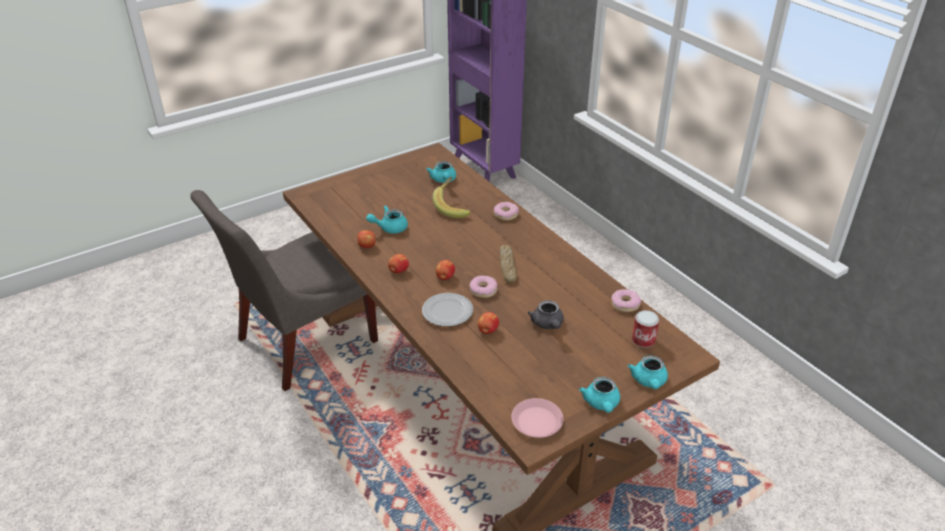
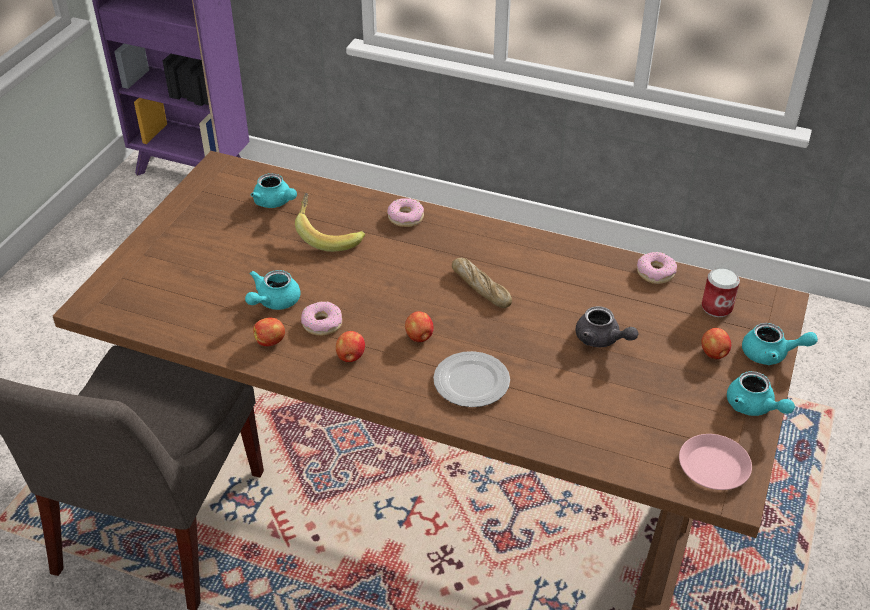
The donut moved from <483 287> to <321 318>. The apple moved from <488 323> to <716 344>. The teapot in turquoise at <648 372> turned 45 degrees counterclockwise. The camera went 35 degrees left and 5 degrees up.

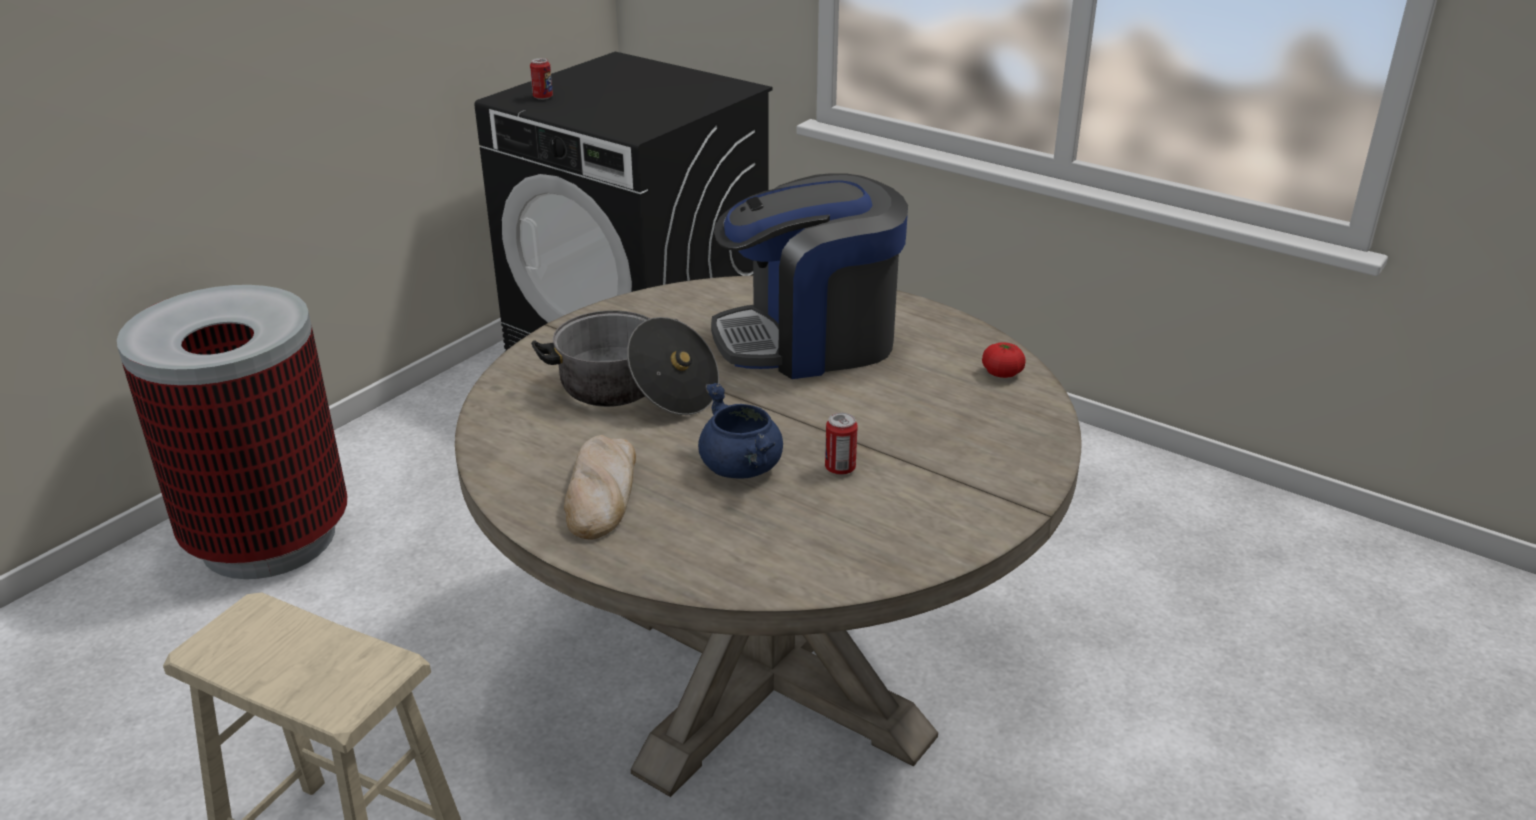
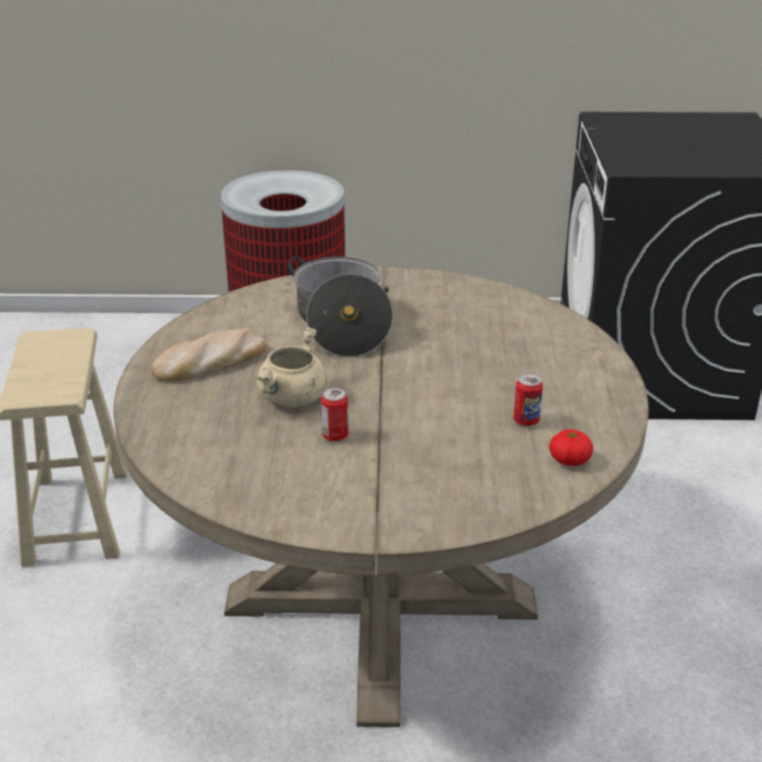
The can moved from <541 79> to <528 400>. The coffee machine at <809 276> disappeared. The cooking pot in blue at <740 431> became the cooking pot in beige at <291 367>. The camera went 55 degrees right and 0 degrees up.

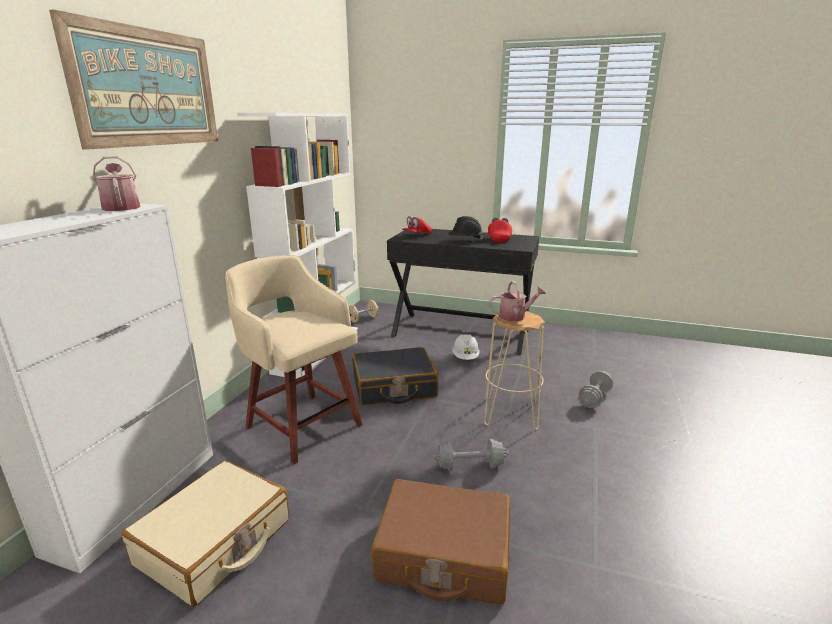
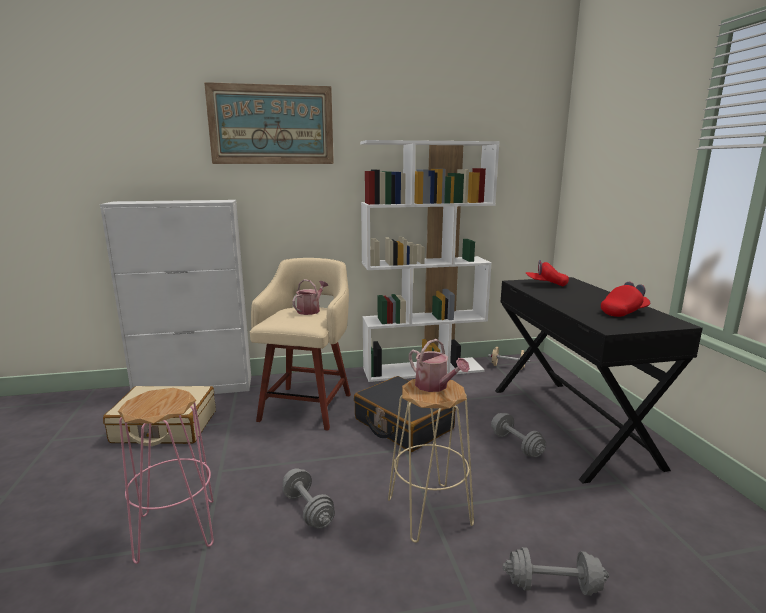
The watering can moved from <116 183> to <310 297>. The hard hat in black at <465 228> disappeared. The hard hat in white at <466 347> was replaced by the dumbbell in grey at <518 435>. The suitcase in brown at <440 542> was replaced by the stool in pink at <166 476>. The camera went 60 degrees right and 5 degrees down.

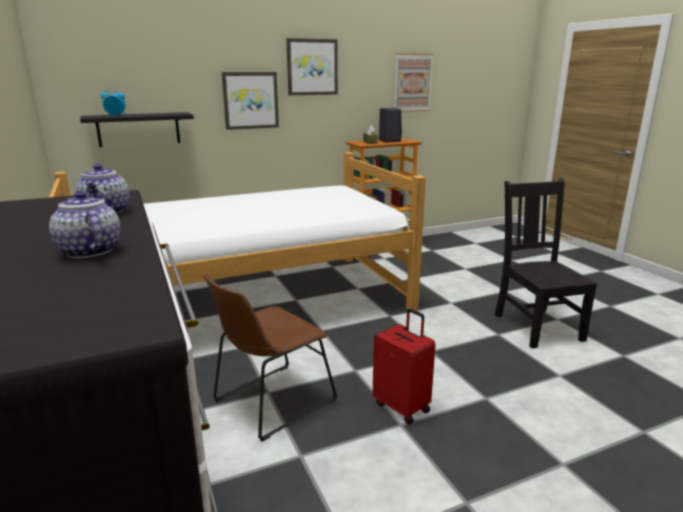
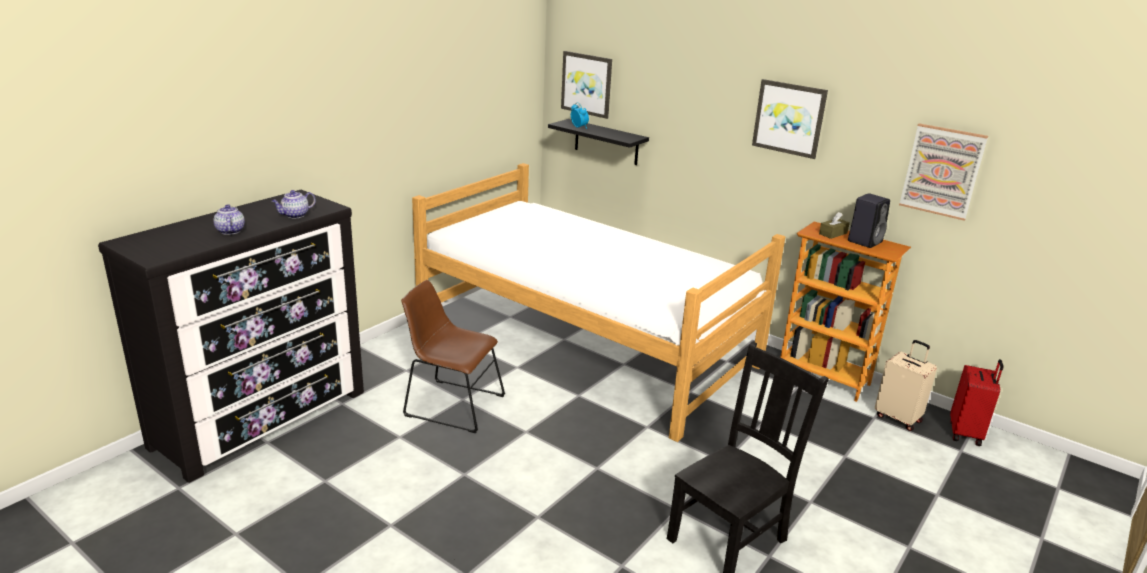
The picture moved from <250 101> to <586 85>. The teapot at <85 224> turned 45 degrees counterclockwise. The suitcase in red moved from <404 366> to <976 402>. The suitcase in beige at <906 385> appeared. The camera went 60 degrees right and 5 degrees up.

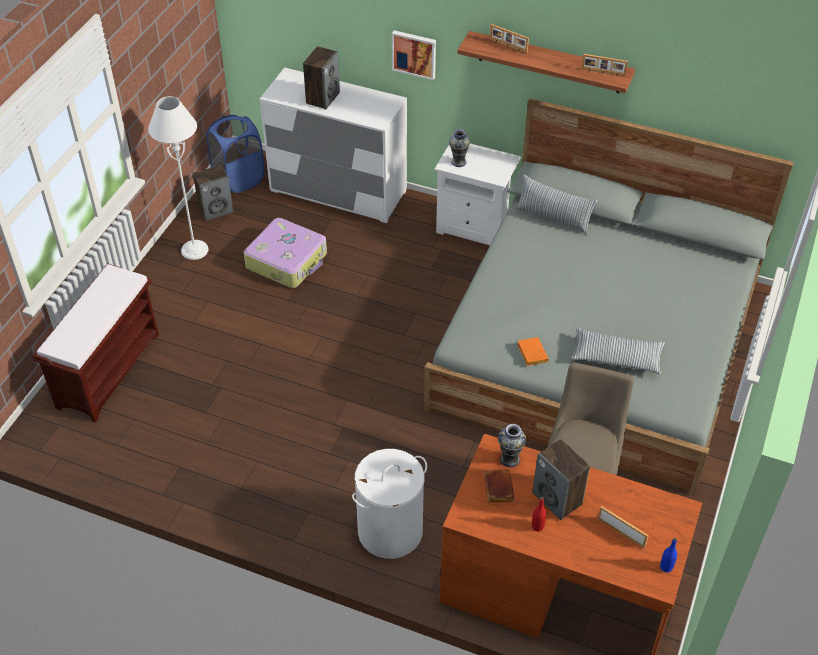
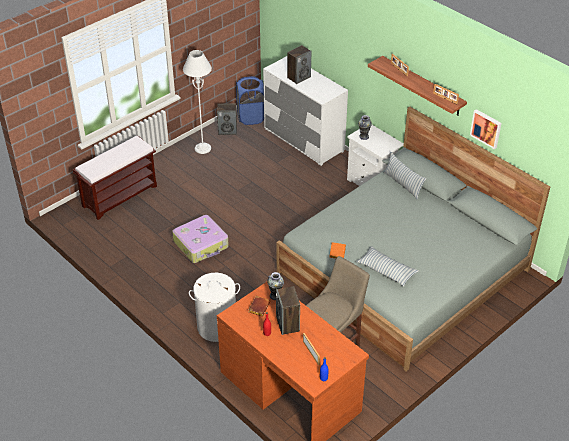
The picture moved from <414 55> to <485 129>. The suitcase moved from <285 253> to <200 239>. The camera went 25 degrees right and 5 degrees down.

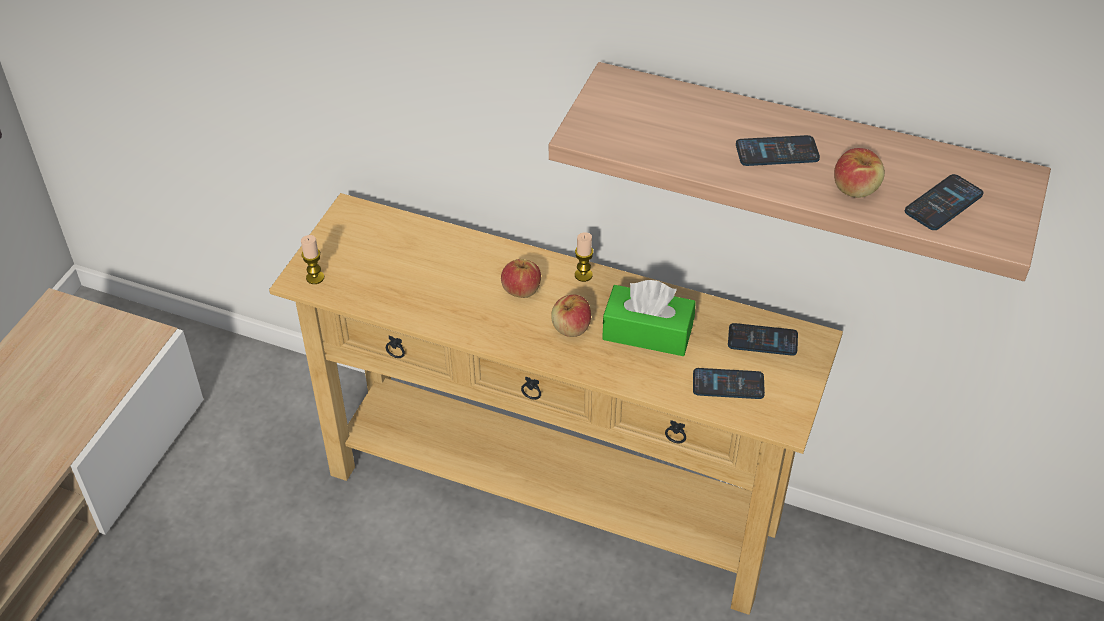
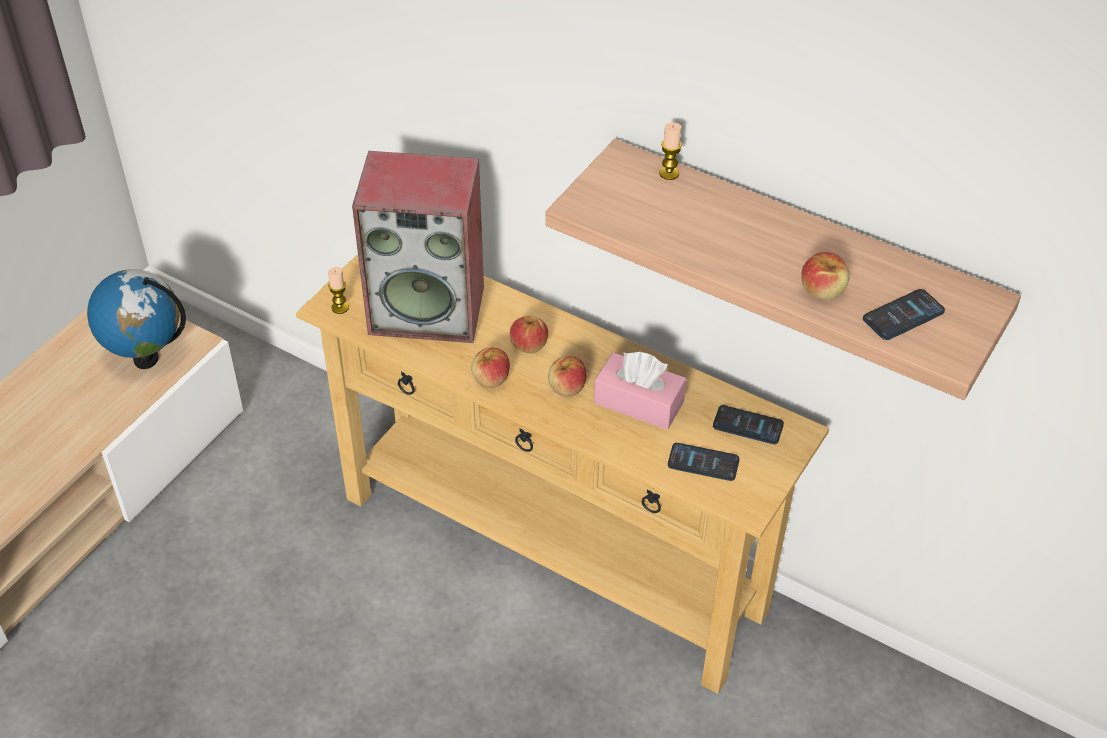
The phone at <778 150> disappeared. The candle moved from <584 257> to <670 151>. The tissue box in green at <649 318> became the tissue box in pink at <640 391>. The speaker at <418 247> appeared. The globe at <136 319> appeared. The apple at <490 368> appeared. The camera went 10 degrees right and 0 degrees up.

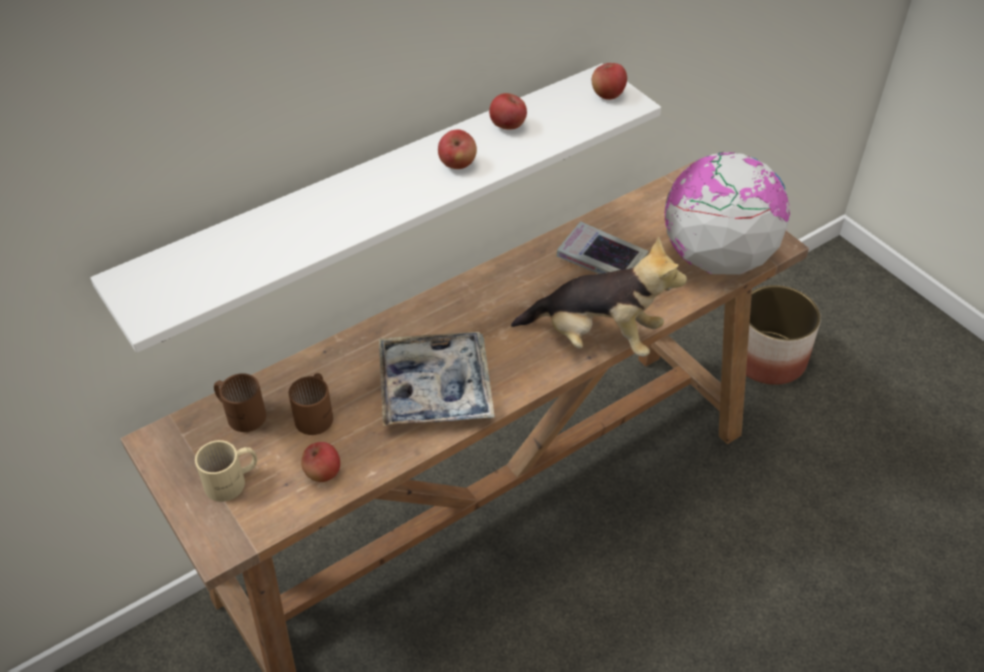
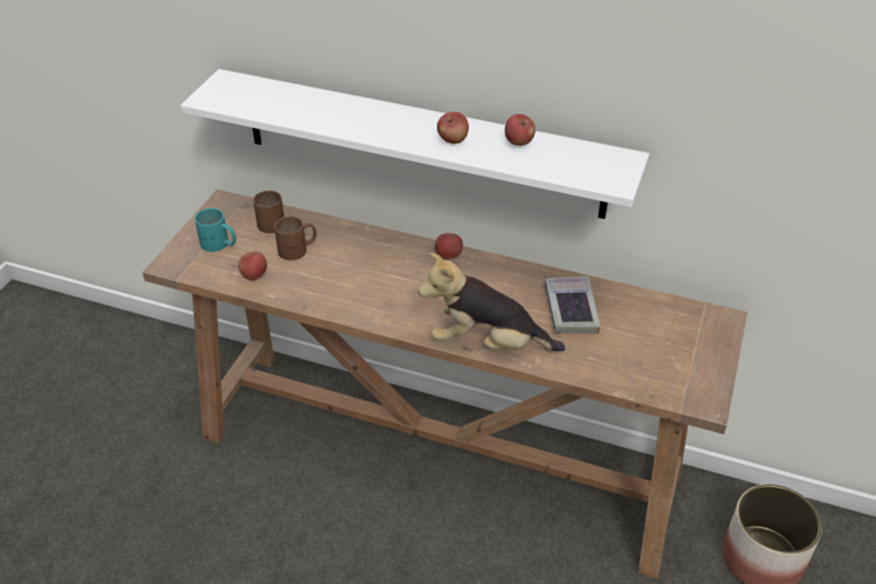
The apple moved from <609 81> to <449 246>. The globe at <727 213> disappeared. The plush toy at <599 296> turned 120 degrees clockwise. The tray at <437 379> disappeared. The mug in beige at <226 471> became the mug in turquoise at <215 230>. The camera went 55 degrees right and 5 degrees down.

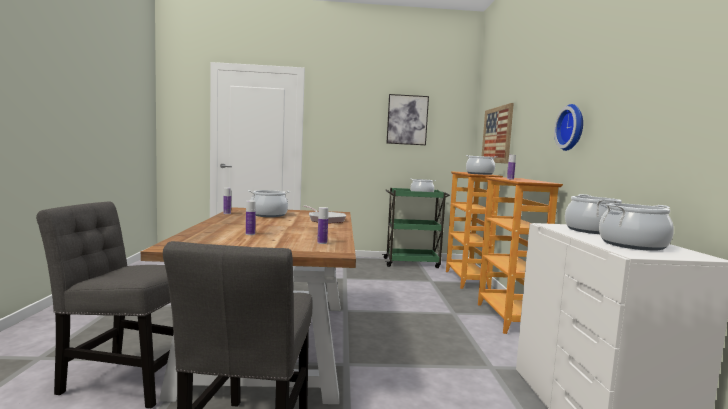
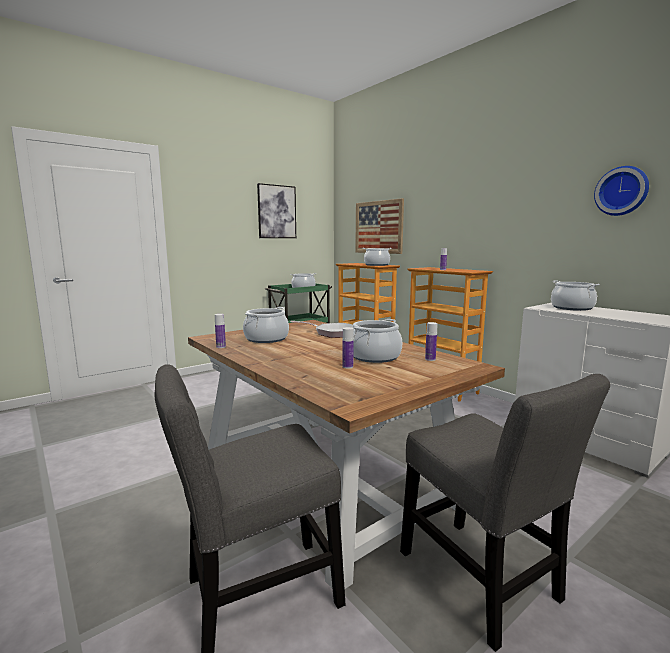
The wall clock moved from <568 127> to <621 191>. The cooking pot moved from <636 227> to <377 341>. The camera went 35 degrees left and 5 degrees up.

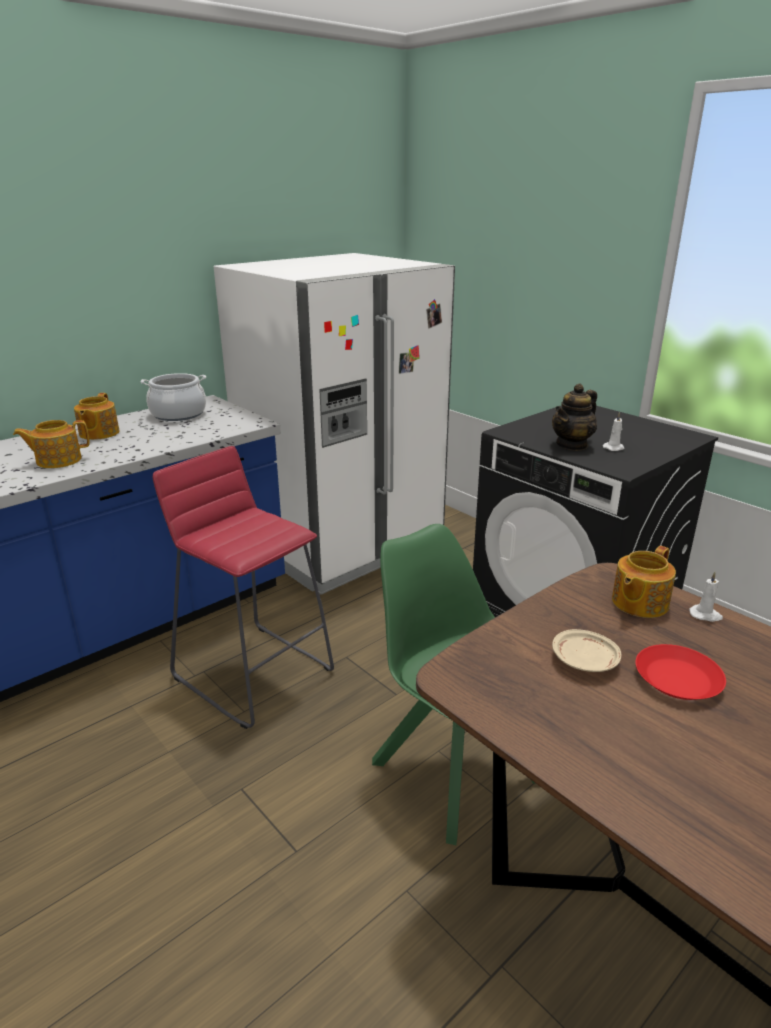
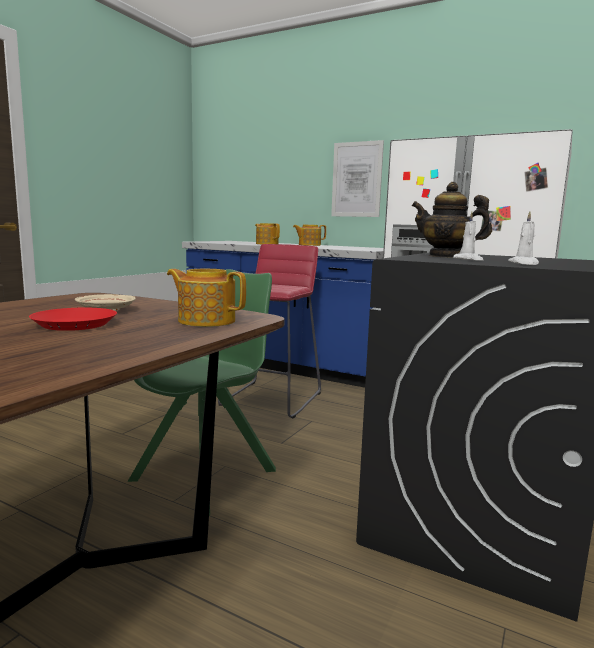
The cooking pot at <173 397> disappeared. The candle in white moved from <706 597> to <523 238>. The picture at <357 178> appeared. The camera went 70 degrees right and 15 degrees down.

